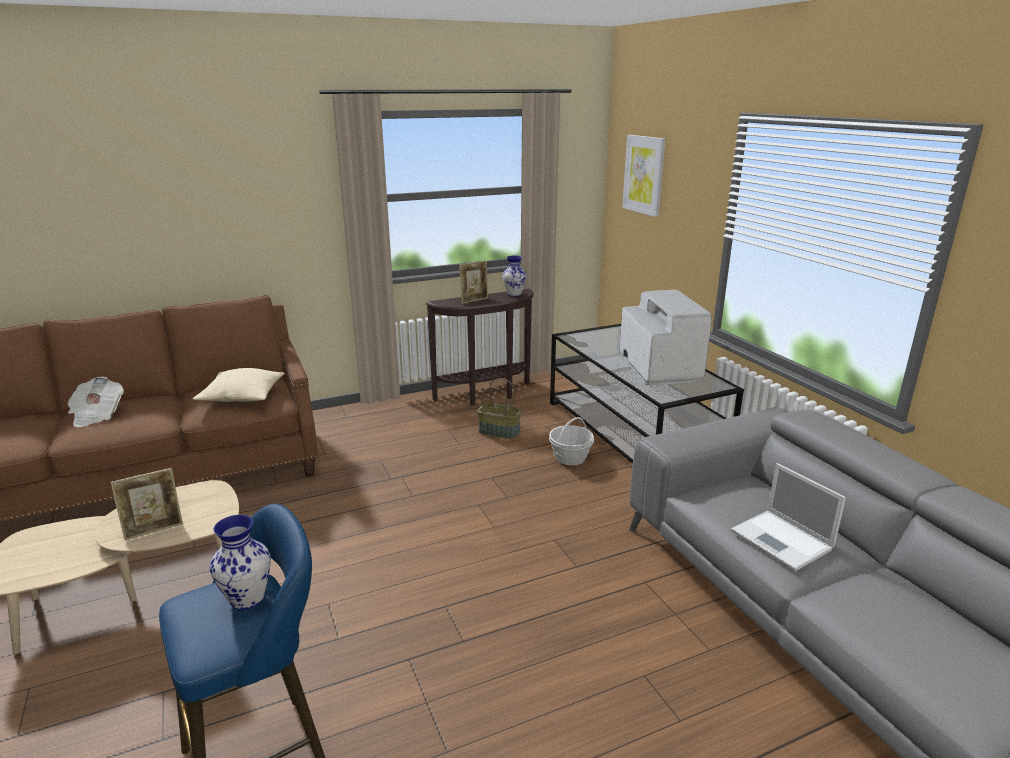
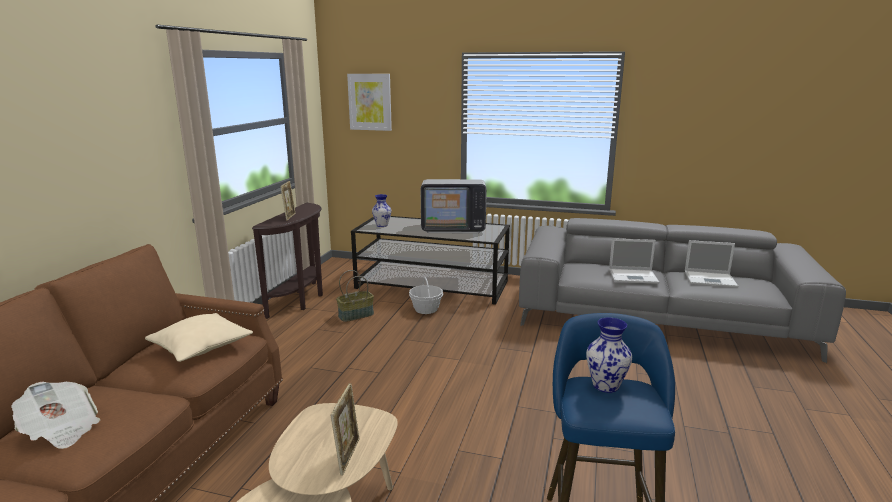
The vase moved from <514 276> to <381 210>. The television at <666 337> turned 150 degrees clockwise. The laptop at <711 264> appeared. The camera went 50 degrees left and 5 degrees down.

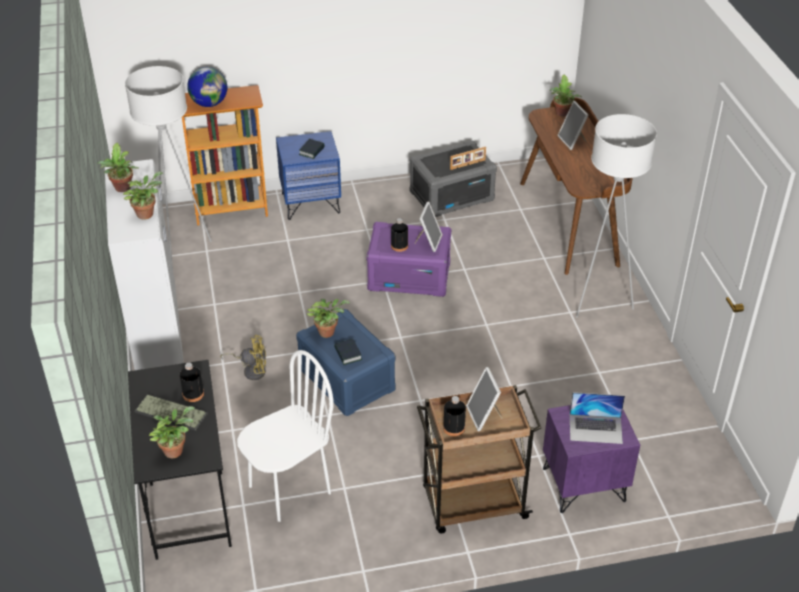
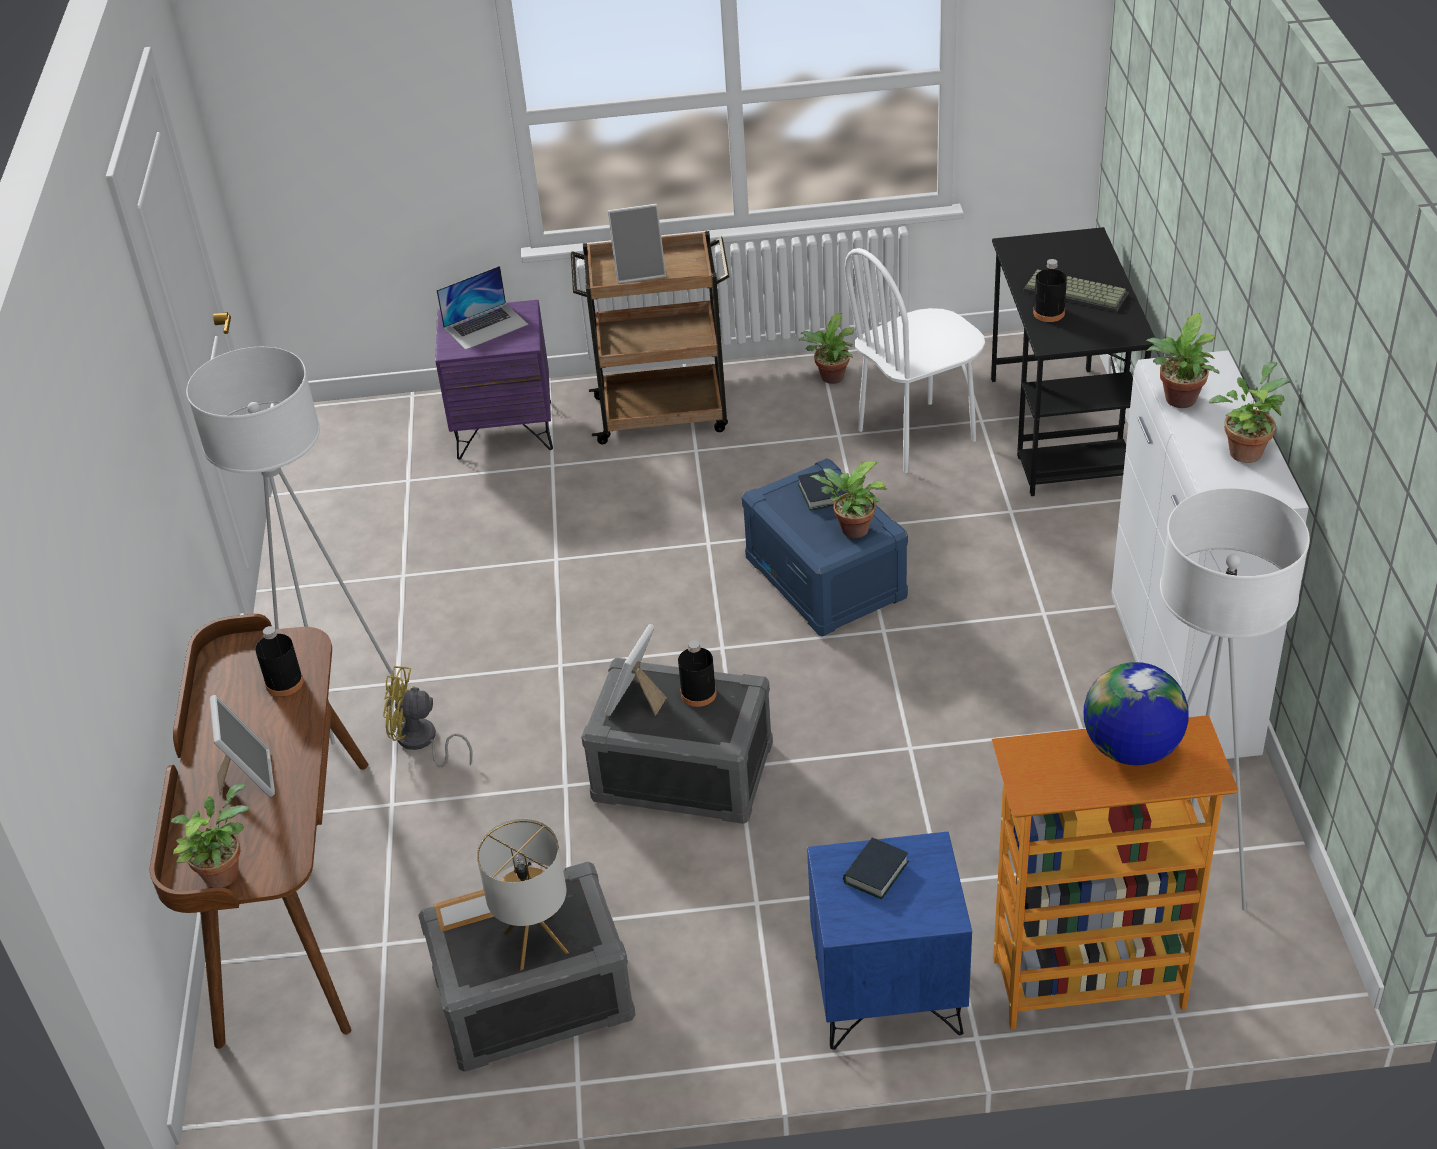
The storage box in purple at <409 259> became the storage box in grey at <677 741>. The fan in yellow moved from <243 357> to <428 716>. The picture frame at <484 399> turned 90 degrees clockwise. The laptop at <597 418> turned 135 degrees clockwise. The bottle in black moved from <454 416> to <279 661>. The potted plant moved from <172 432> to <826 348>. The table lamp at <523 895> appeared. The camera went 170 degrees left and 0 degrees up.

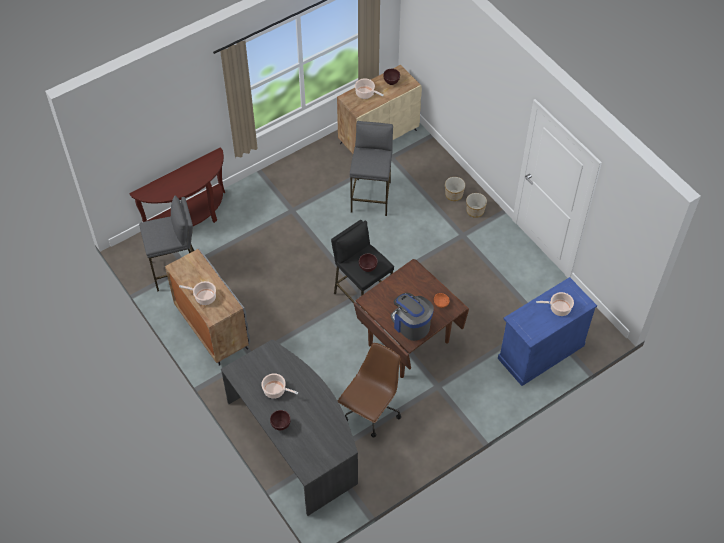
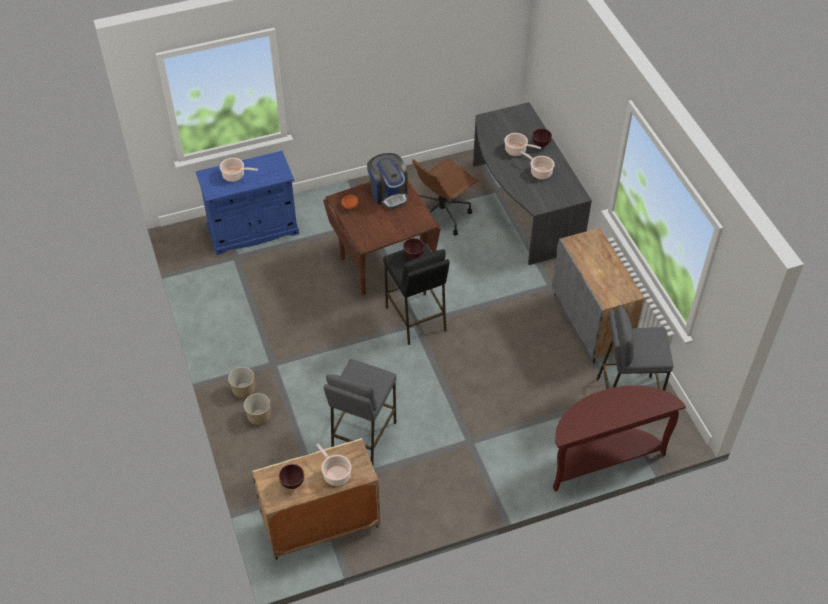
The cooking pot moved from <197 293> to <522 144>. The camera went 165 degrees left and 5 degrees down.

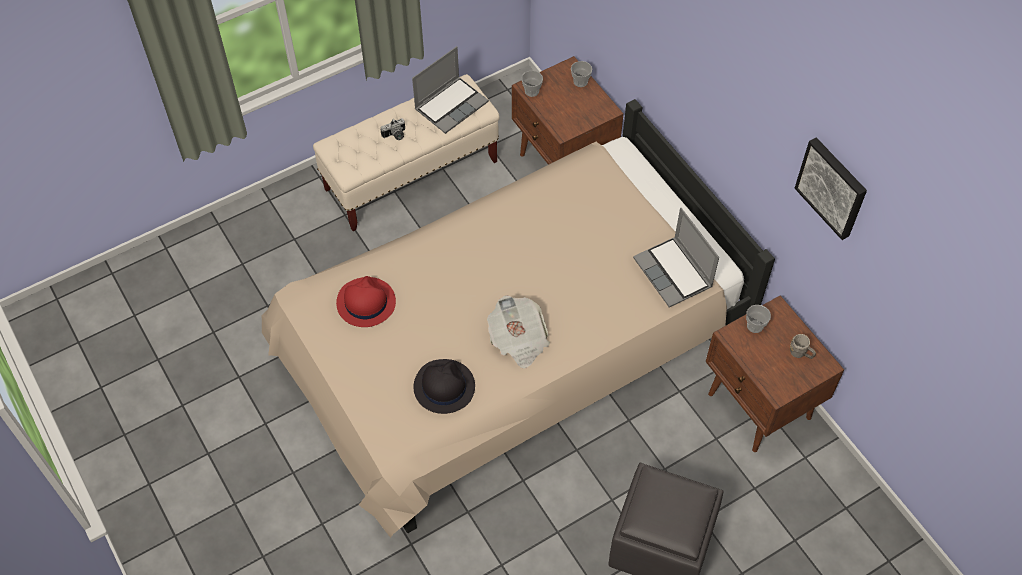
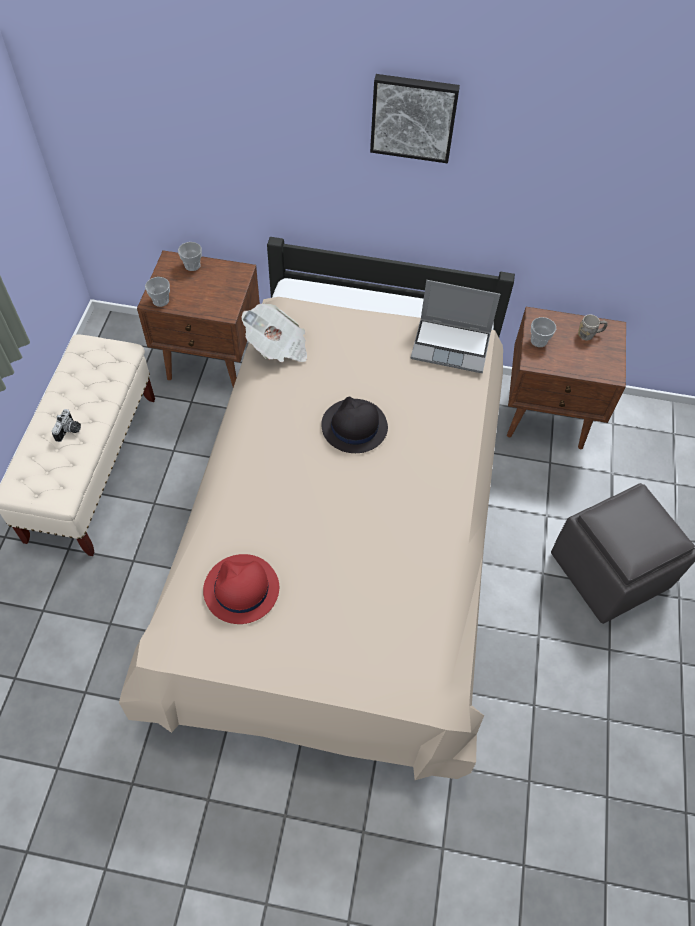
The laptop at <450 90> disappeared. The picture moved from <831 188> to <415 118>. The newspaper moved from <518 332> to <274 333>. The hat in black moved from <444 386> to <354 425>. The camera went 50 degrees left and 0 degrees up.

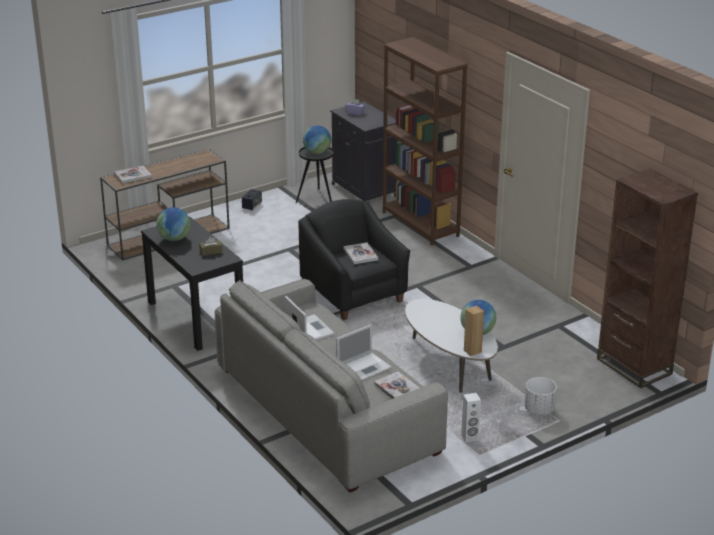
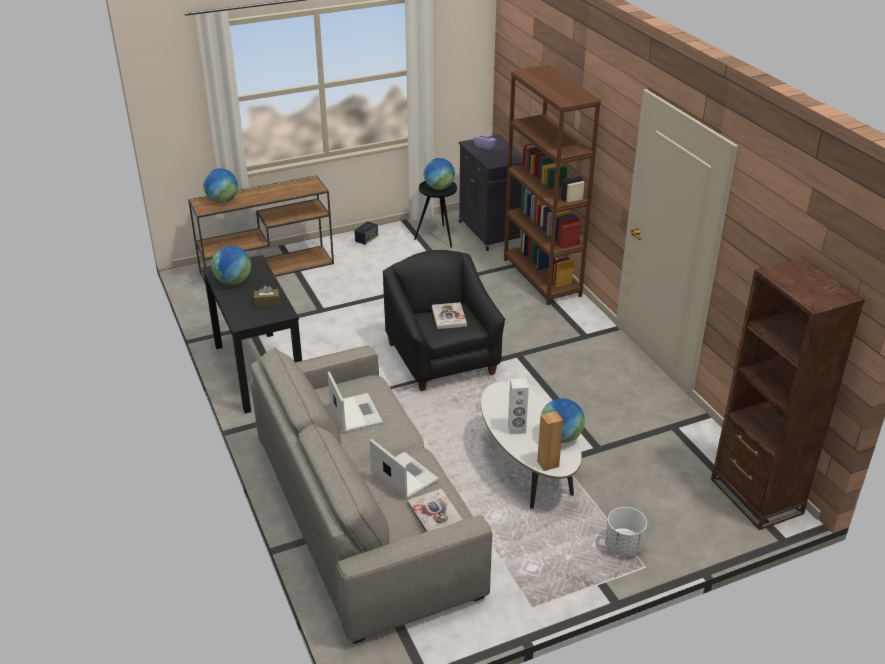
The book at <133 175> was replaced by the globe at <220 185>. The laptop at <364 352> turned 105 degrees counterclockwise. The speaker in white moved from <471 418> to <518 406>. The camera went 10 degrees right and 5 degrees up.

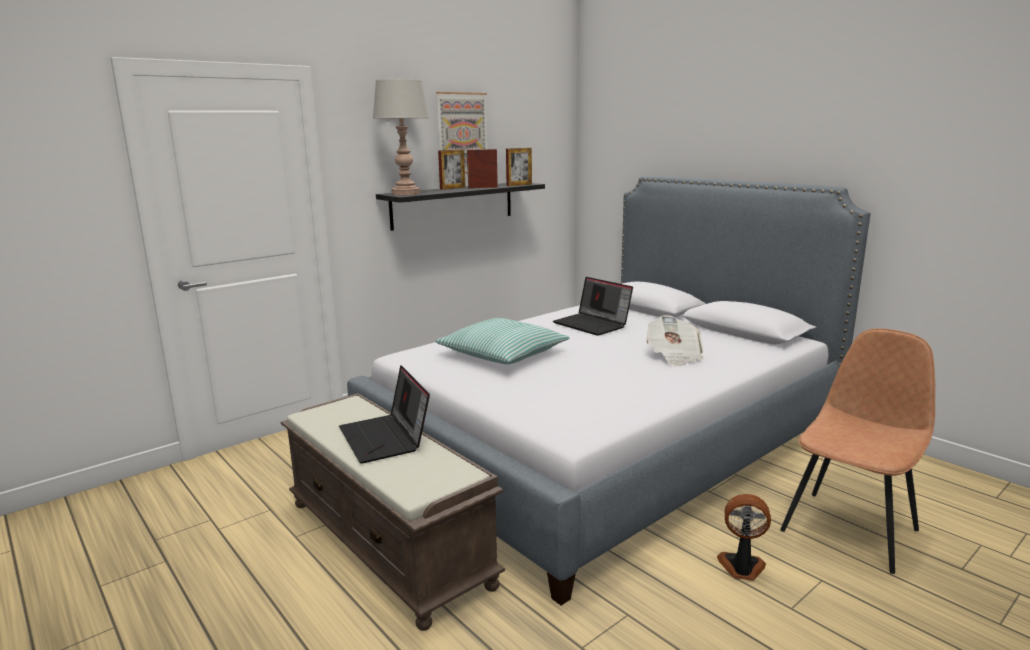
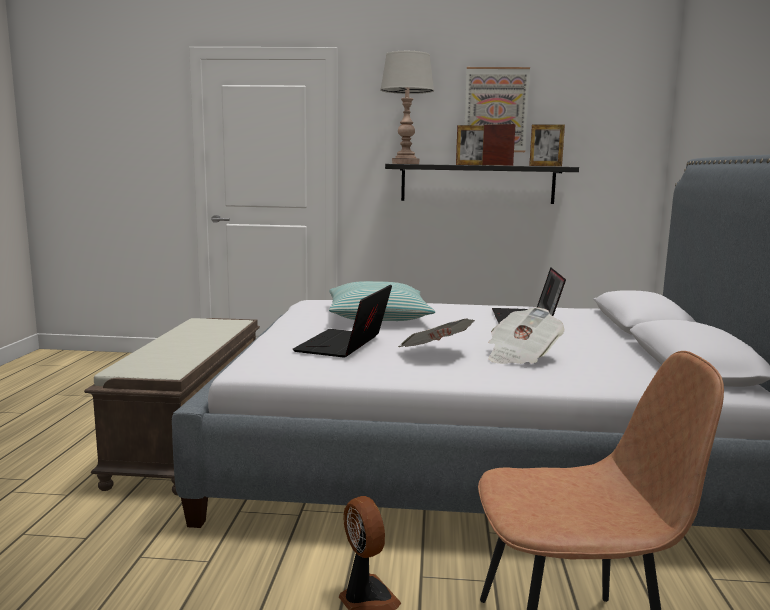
The laptop moved from <384 414> to <342 321>. The newspaper at <436 332> appeared. The camera went 45 degrees right and 5 degrees down.

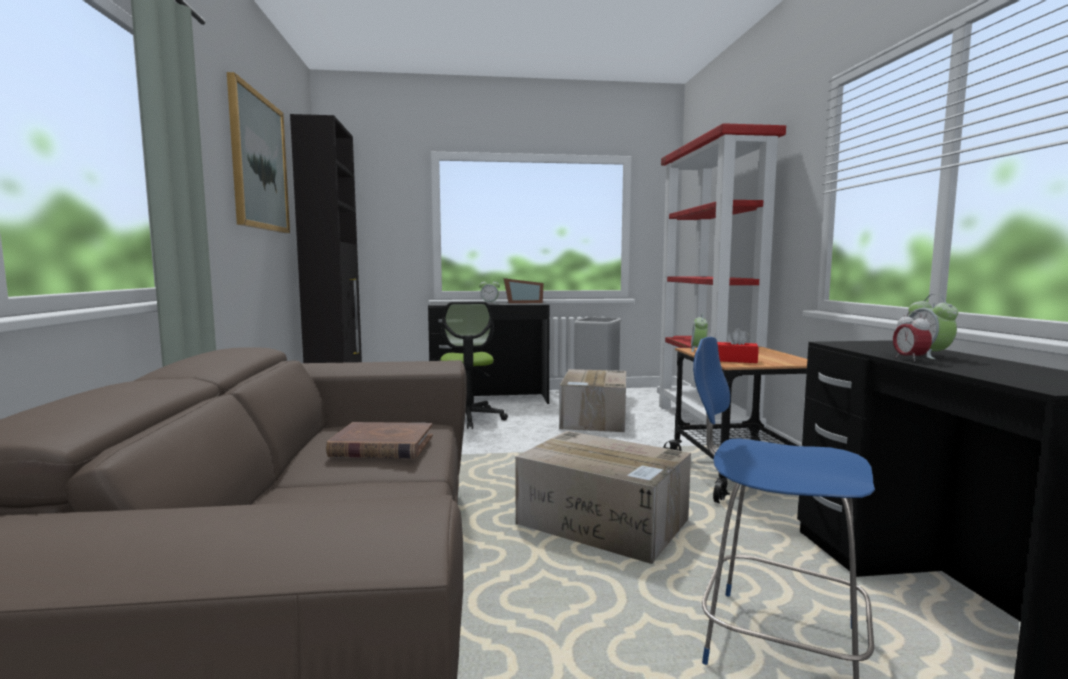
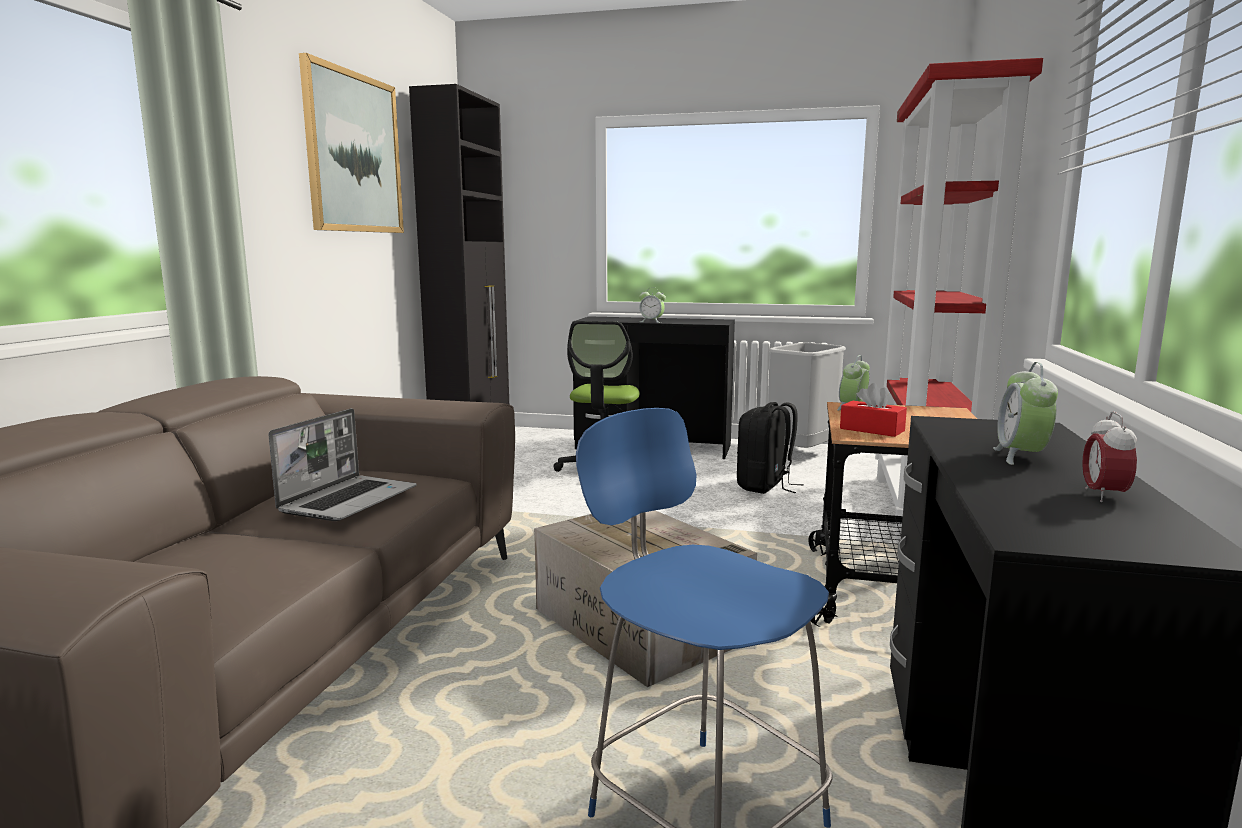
The picture frame at <524 290> disappeared. The alarm clock moved from <912 336> to <1109 457>. The cardboard box at <592 400> was replaced by the backpack in black at <770 448>. The book in brown at <379 440> was replaced by the laptop at <343 464>. The camera went 20 degrees right and 5 degrees up.

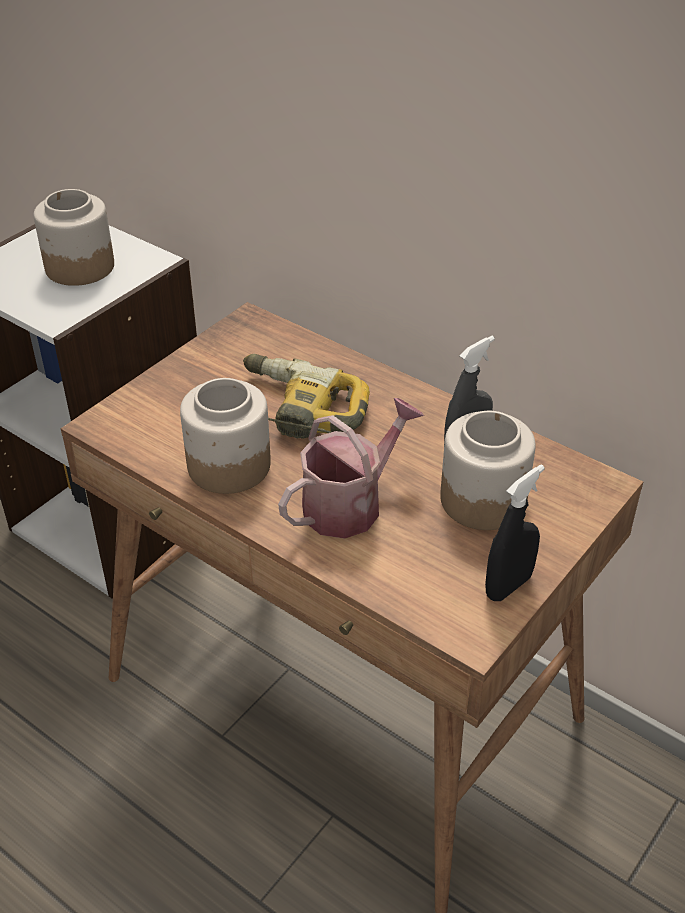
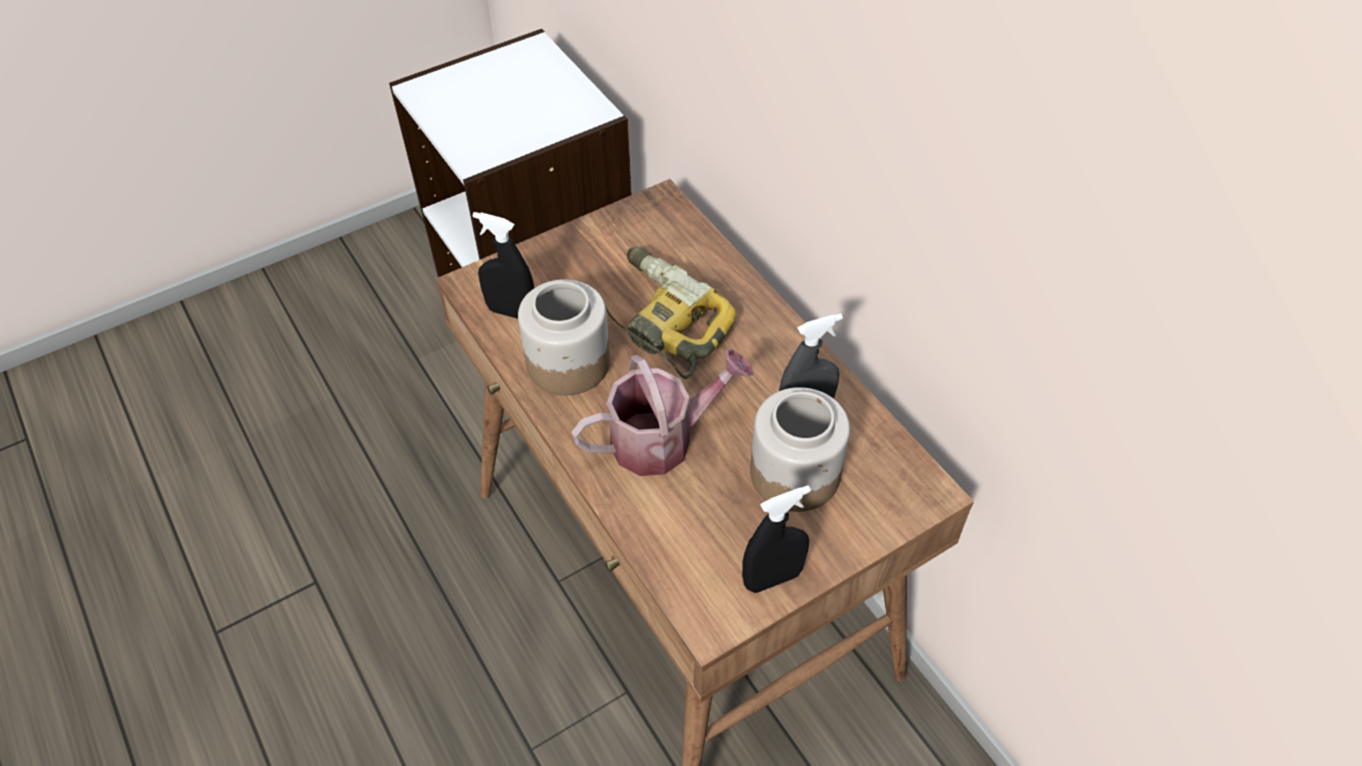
The jar at <74 237> disappeared. The spray bottle in black at <503 265> appeared. The camera went 20 degrees right and 10 degrees up.

